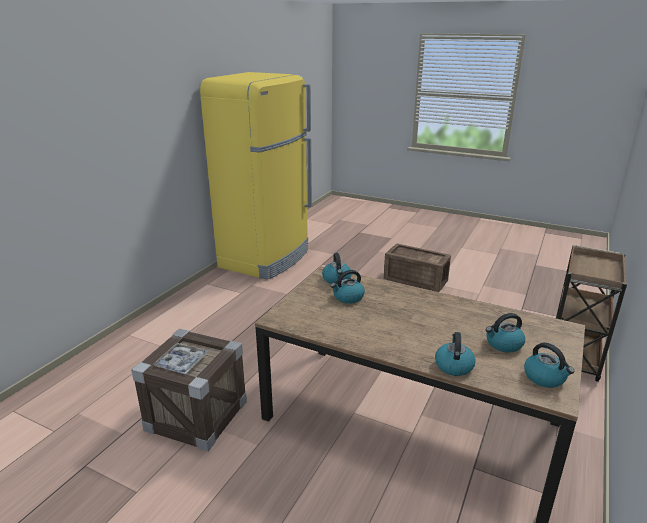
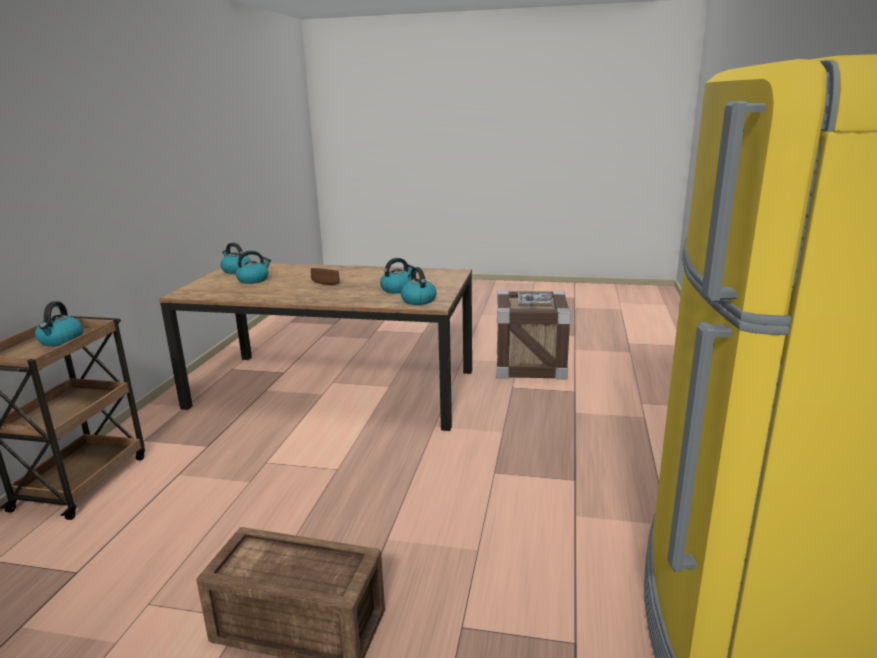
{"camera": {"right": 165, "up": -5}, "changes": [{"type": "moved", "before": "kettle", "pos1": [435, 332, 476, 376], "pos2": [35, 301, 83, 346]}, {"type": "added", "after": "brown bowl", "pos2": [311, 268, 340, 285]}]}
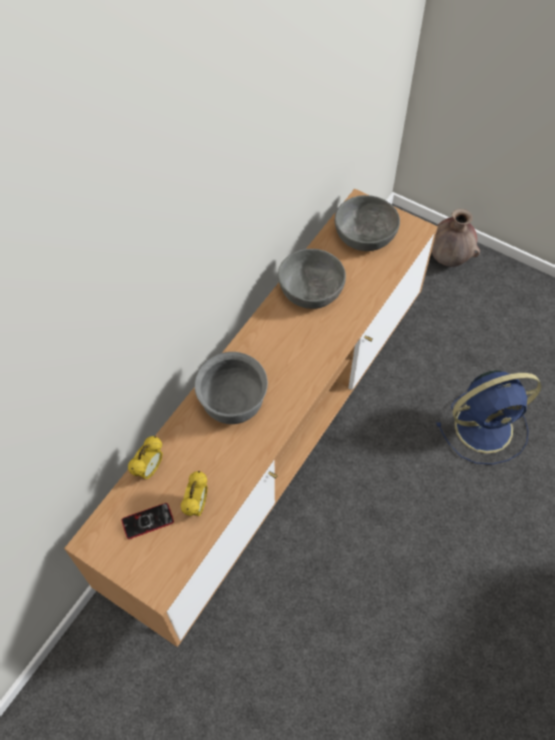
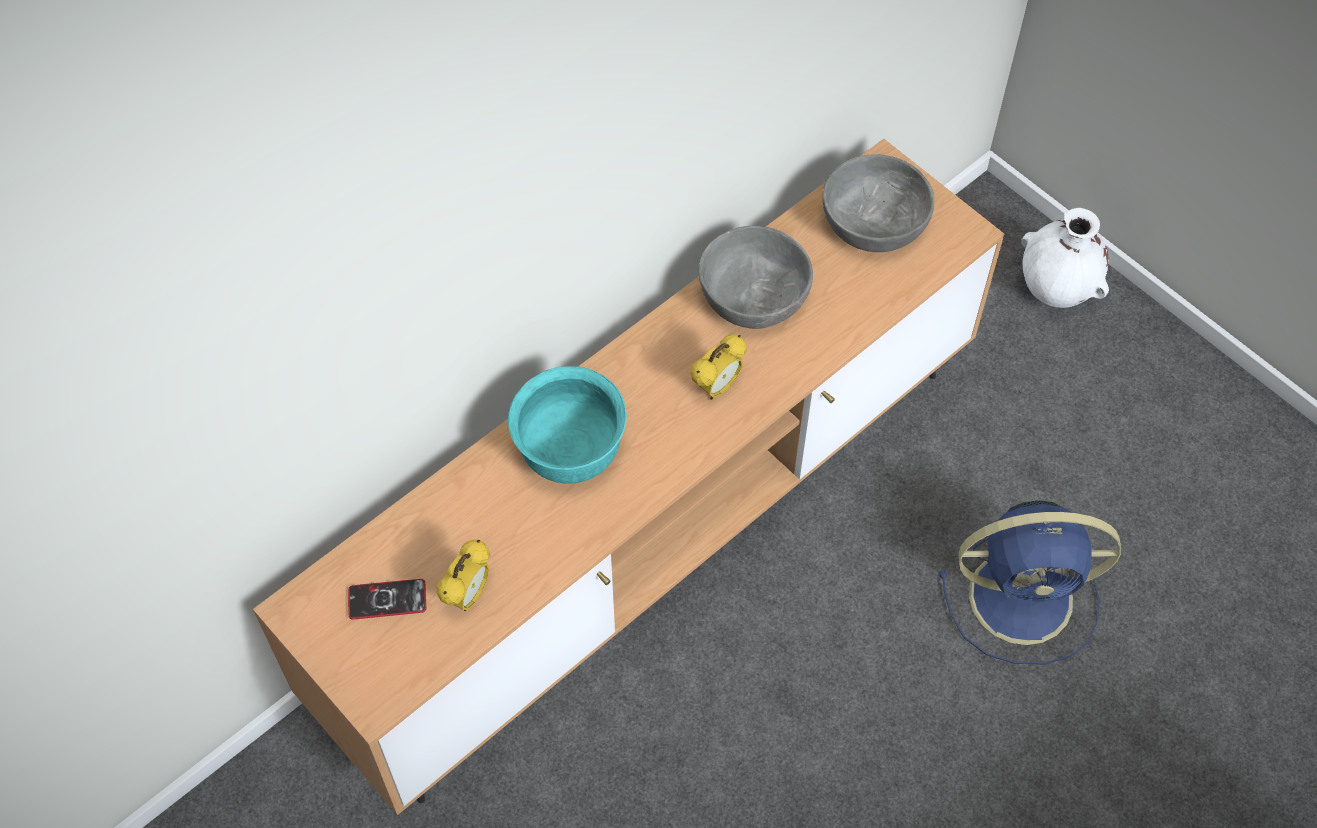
{"camera": {"right": 15, "up": 0}, "changes": [{"type": "moved", "before": "alarm clock", "pos1": [128, 436, 163, 479], "pos2": [690, 334, 747, 400]}, {"type": "recoloured", "before": "grey bowl", "after": "turquoise bowl", "pos1": [194, 352, 268, 424], "pos2": [508, 366, 627, 484]}, {"type": "recoloured", "before": "brown vase", "after": "white vase", "pos1": [431, 209, 480, 267], "pos2": [1021, 208, 1109, 308]}]}
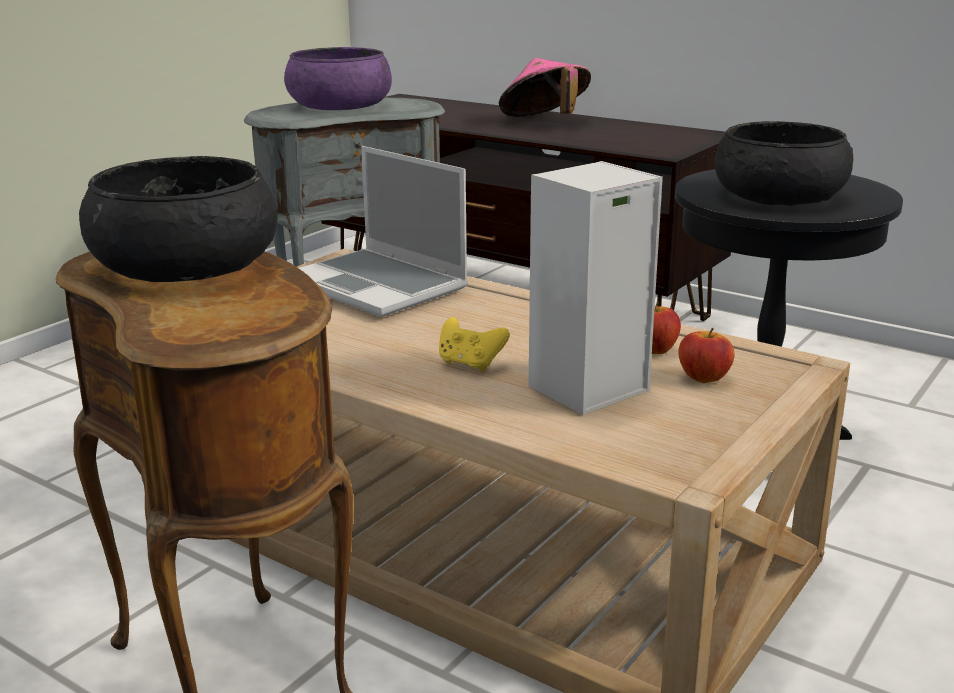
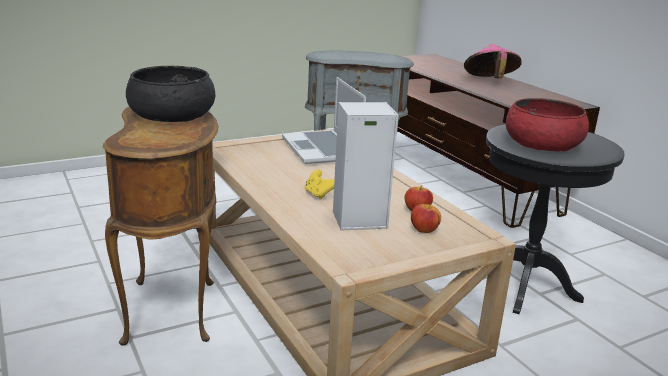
{"camera": {"right": 25, "up": 0}, "changes": [{"type": "removed", "before": "purple bowl", "pos1": [284, 47, 392, 110]}, {"type": "recoloured", "before": "black bowl", "after": "red bowl", "pos1": [715, 121, 853, 206], "pos2": [506, 98, 589, 152]}]}
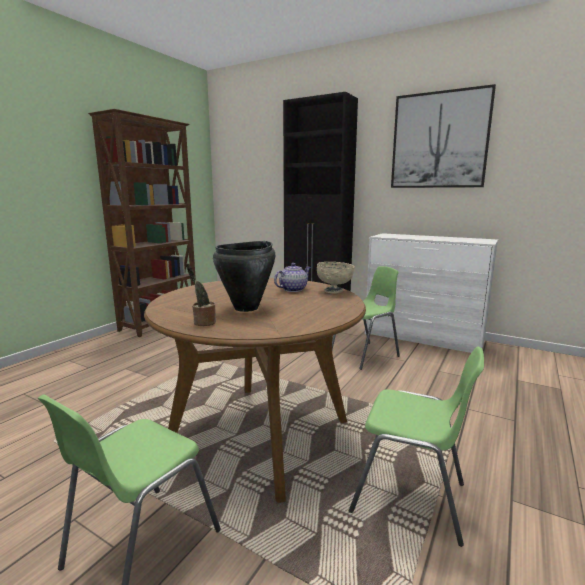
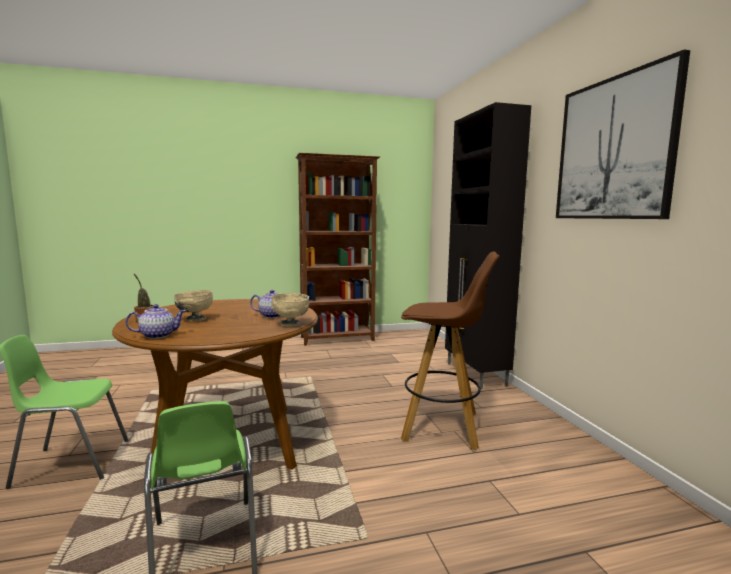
{"camera": {"right": 45, "up": -5}, "changes": [{"type": "replaced", "before": "black cooking pot", "after": "beige bowl", "pos1": [213, 241, 275, 312], "pos2": [174, 290, 213, 322]}, {"type": "replaced", "before": "green chair", "after": "brown stool", "pos1": [332, 266, 400, 370], "pos2": [401, 251, 499, 450]}, {"type": "removed", "before": "white dresser", "pos1": [365, 233, 498, 353]}, {"type": "added", "after": "teapot", "pos2": [126, 304, 186, 339]}]}
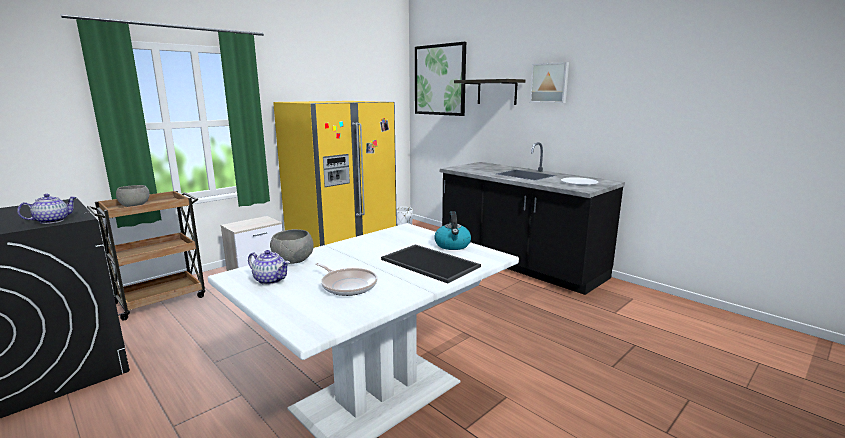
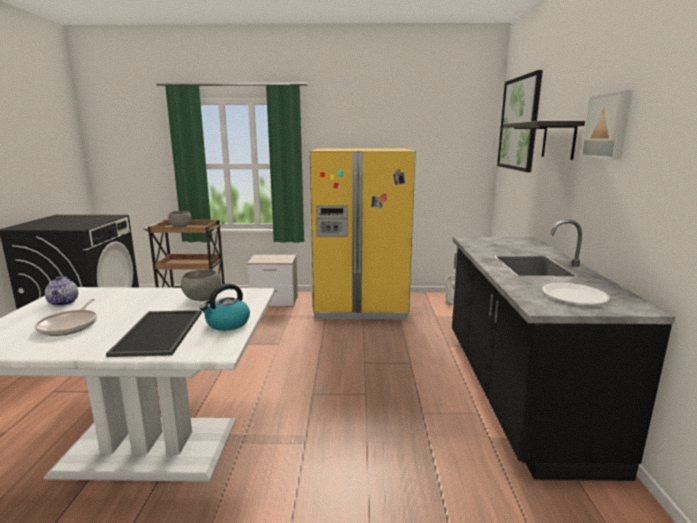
{"camera": {"right": 45, "up": 0}, "changes": [{"type": "removed", "before": "teapot", "pos1": [17, 194, 77, 224]}, {"type": "moved", "before": "grey bowl", "pos1": [270, 229, 314, 264], "pos2": [181, 269, 222, 301]}]}
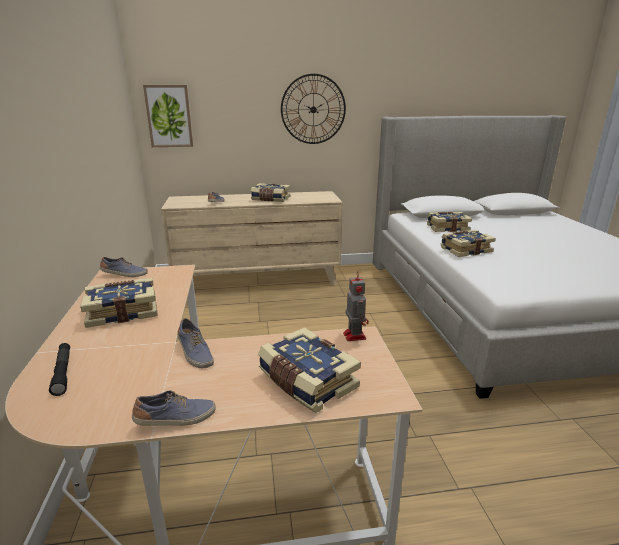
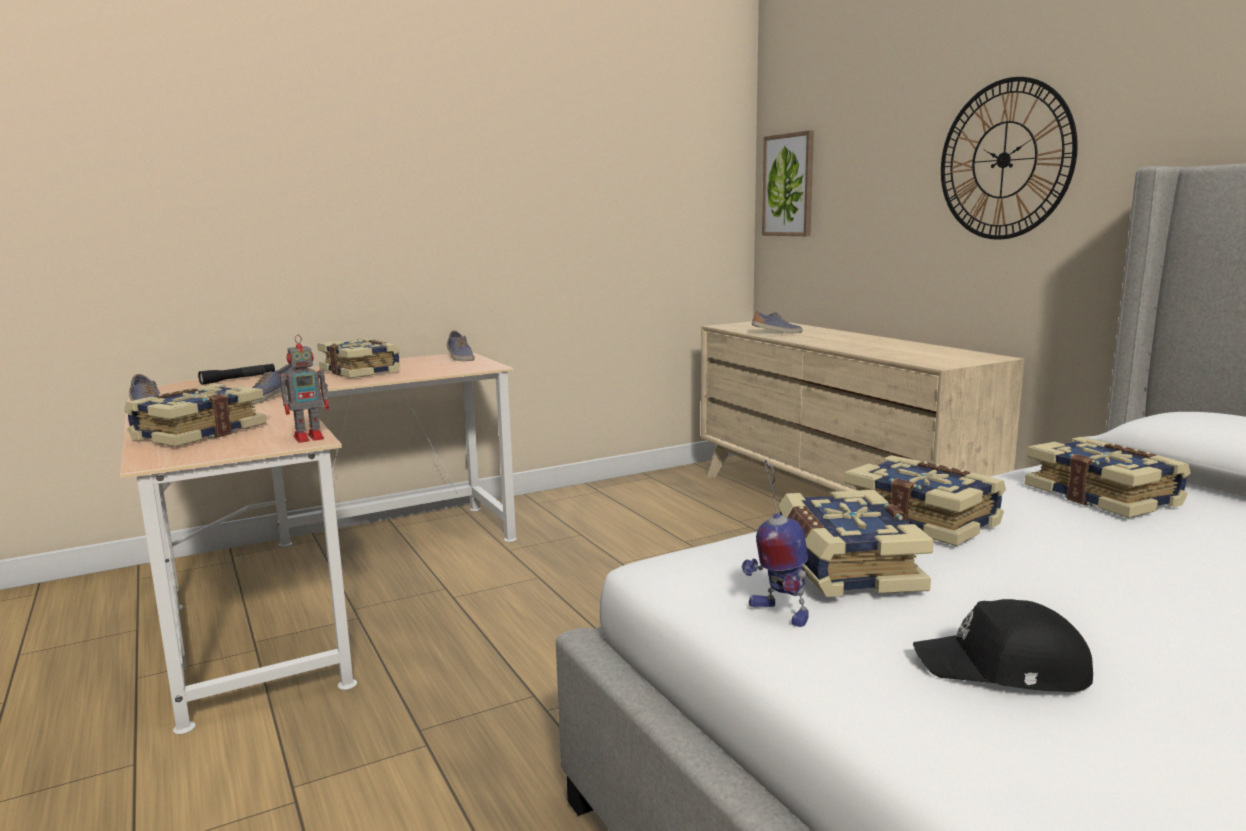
{"camera": {"right": 70, "up": -10}, "changes": [{"type": "moved", "before": "book", "pos1": [251, 183, 290, 202], "pos2": [779, 490, 934, 597]}, {"type": "added", "after": "toy robot", "pos2": [742, 460, 809, 627]}, {"type": "added", "after": "black cap", "pos2": [913, 599, 1093, 692]}]}
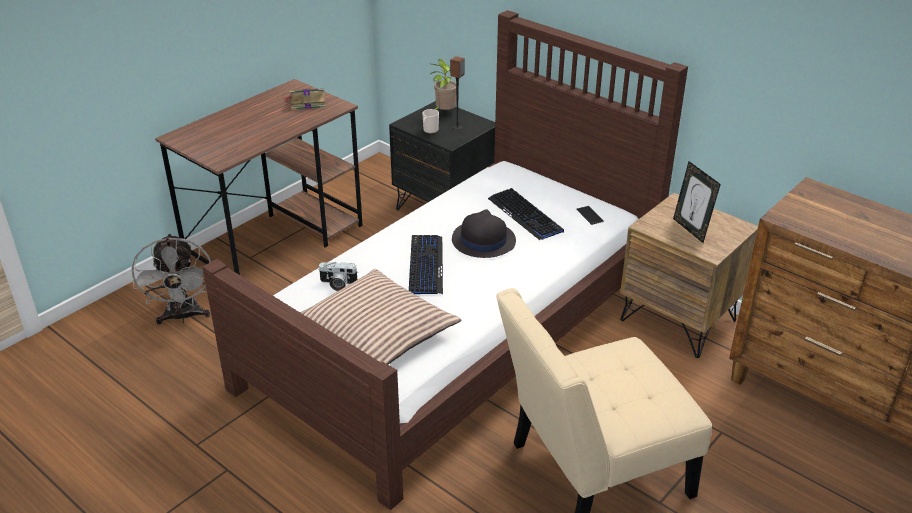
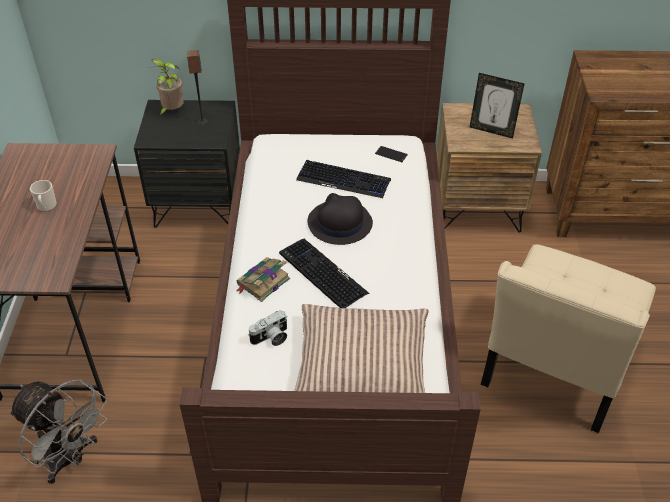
{"camera": {"right": -40, "up": 10}, "changes": [{"type": "moved", "before": "book", "pos1": [284, 88, 325, 110], "pos2": [236, 257, 290, 302]}, {"type": "moved", "before": "mug", "pos1": [422, 109, 439, 133], "pos2": [30, 180, 57, 212]}]}
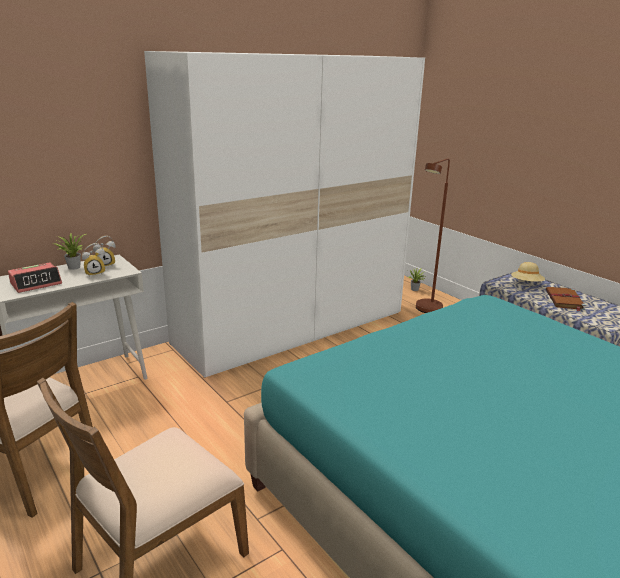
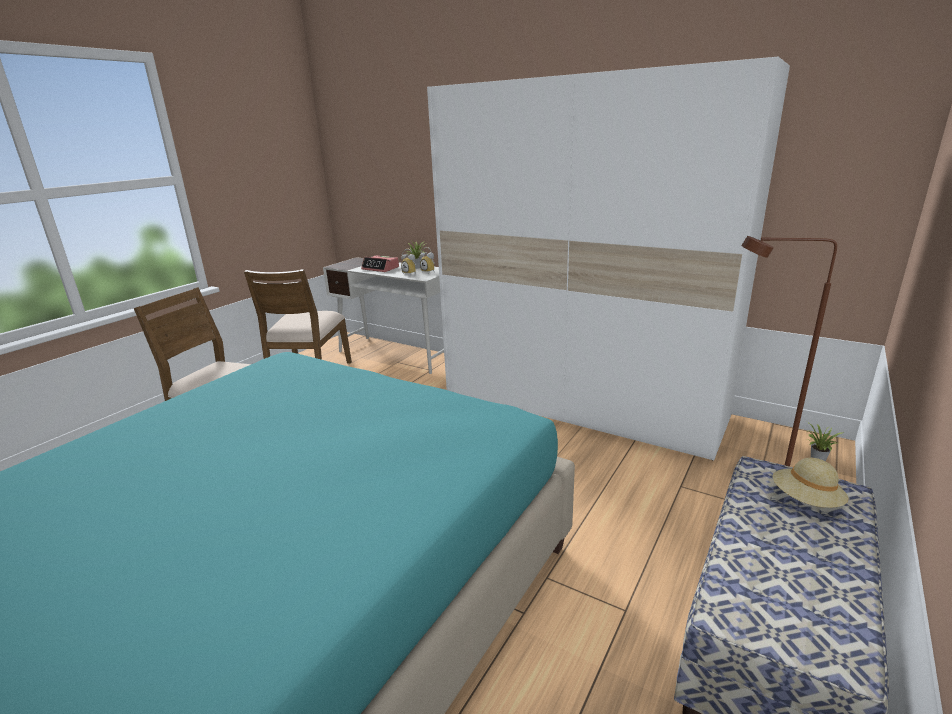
{"camera": {"right": 70, "up": 0}, "changes": [{"type": "removed", "before": "brown book", "pos1": [546, 287, 586, 311]}]}
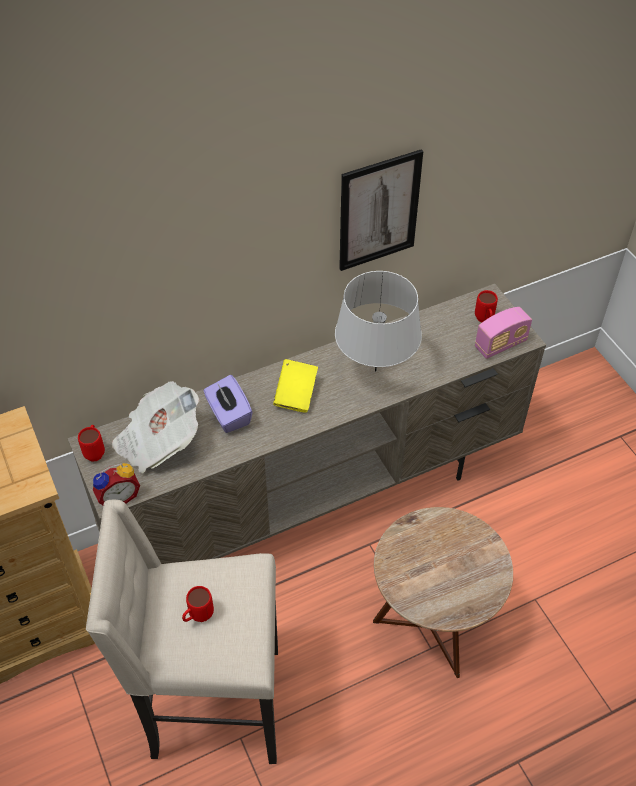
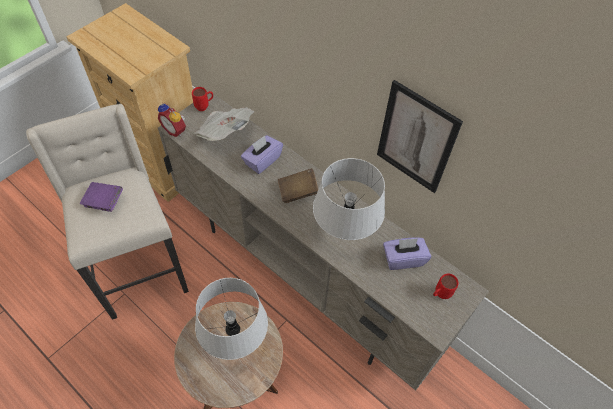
{"camera": {"right": 65, "up": 5}, "changes": [{"type": "replaced", "before": "red mug", "after": "purple book", "pos1": [182, 586, 214, 622], "pos2": [80, 182, 123, 212]}, {"type": "recoloured", "before": "yellow book", "after": "brown book", "pos1": [273, 359, 318, 413], "pos2": [278, 168, 318, 203]}, {"type": "removed", "before": "radio", "pos1": [475, 307, 532, 359]}, {"type": "added", "after": "grey table lamp", "pos2": [195, 278, 268, 360]}, {"type": "added", "after": "purple tissue box", "pos2": [383, 237, 431, 270]}]}
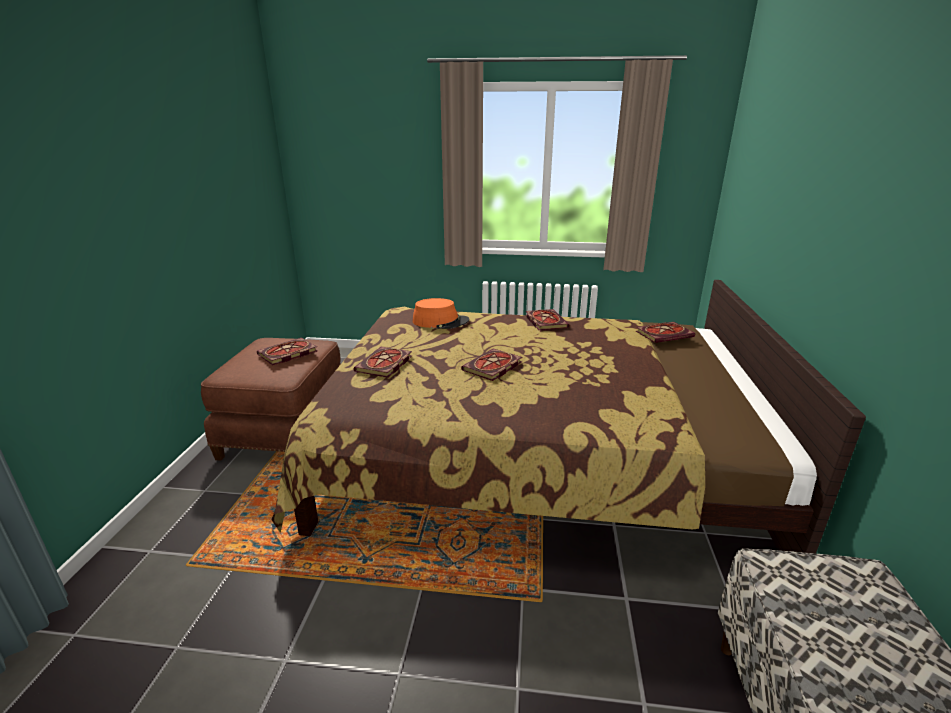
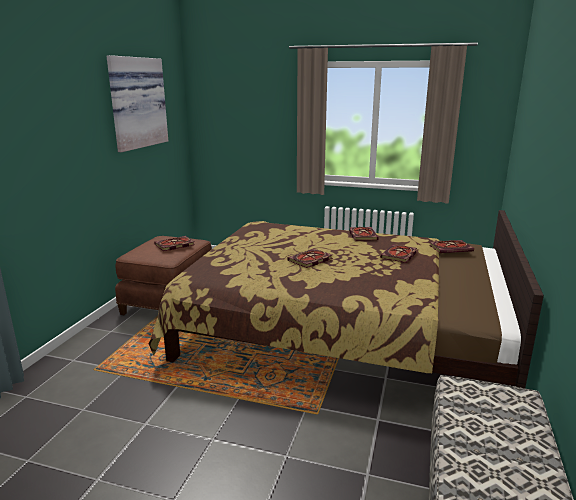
{"camera": {"right": 10, "up": -5}, "changes": [{"type": "moved", "before": "book", "pos1": [353, 347, 412, 378], "pos2": [380, 244, 417, 263]}, {"type": "removed", "before": "orange hat", "pos1": [412, 298, 469, 329]}, {"type": "added", "after": "picture", "pos2": [107, 55, 168, 152]}]}
